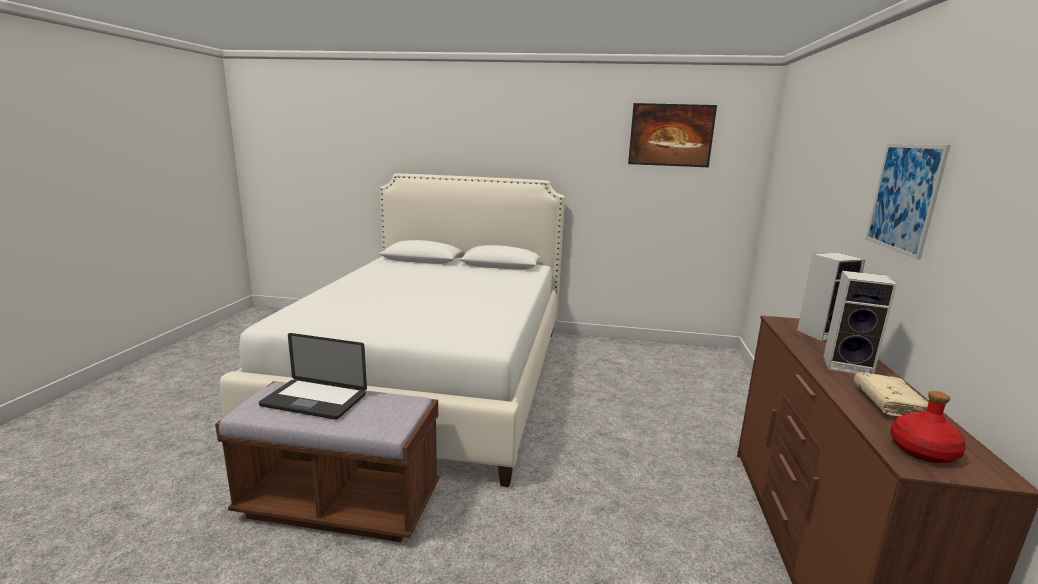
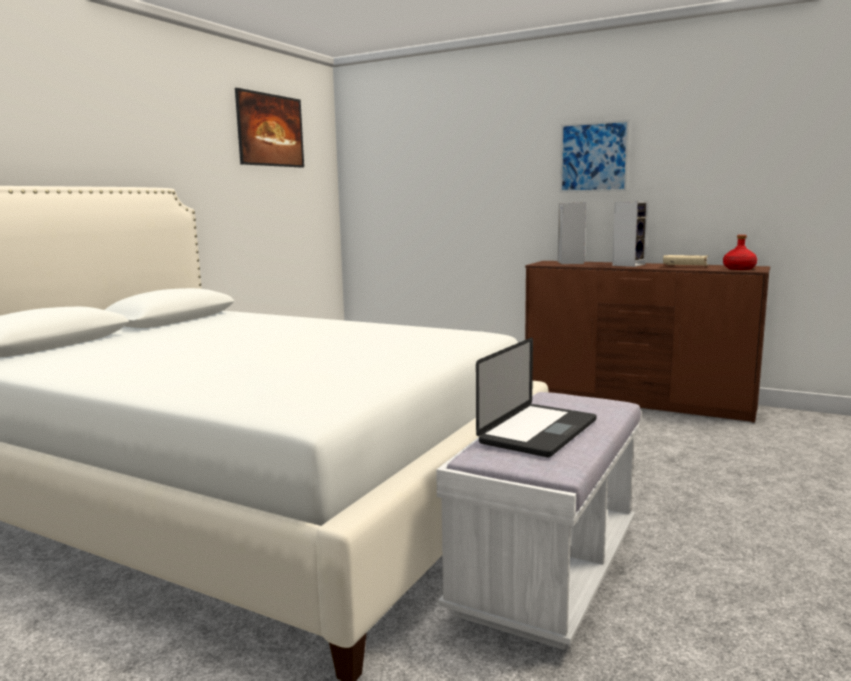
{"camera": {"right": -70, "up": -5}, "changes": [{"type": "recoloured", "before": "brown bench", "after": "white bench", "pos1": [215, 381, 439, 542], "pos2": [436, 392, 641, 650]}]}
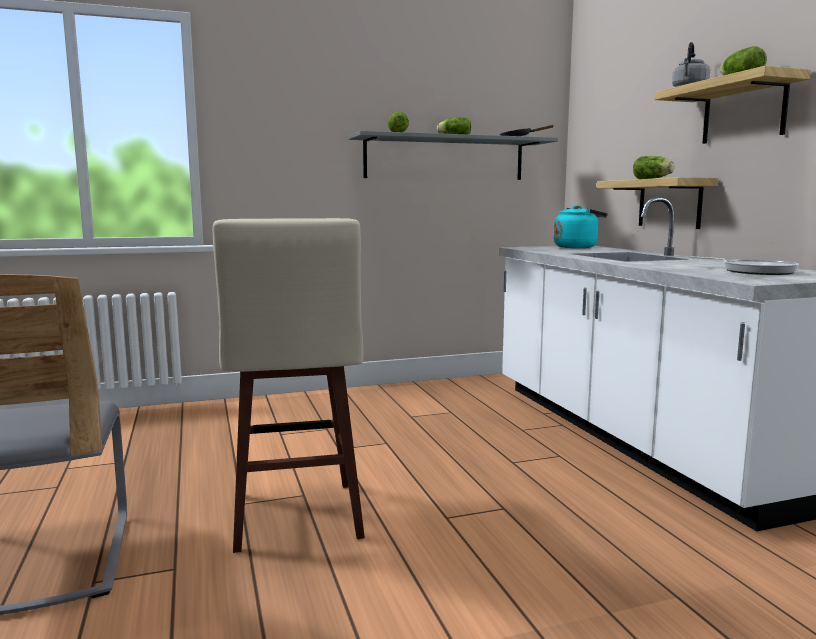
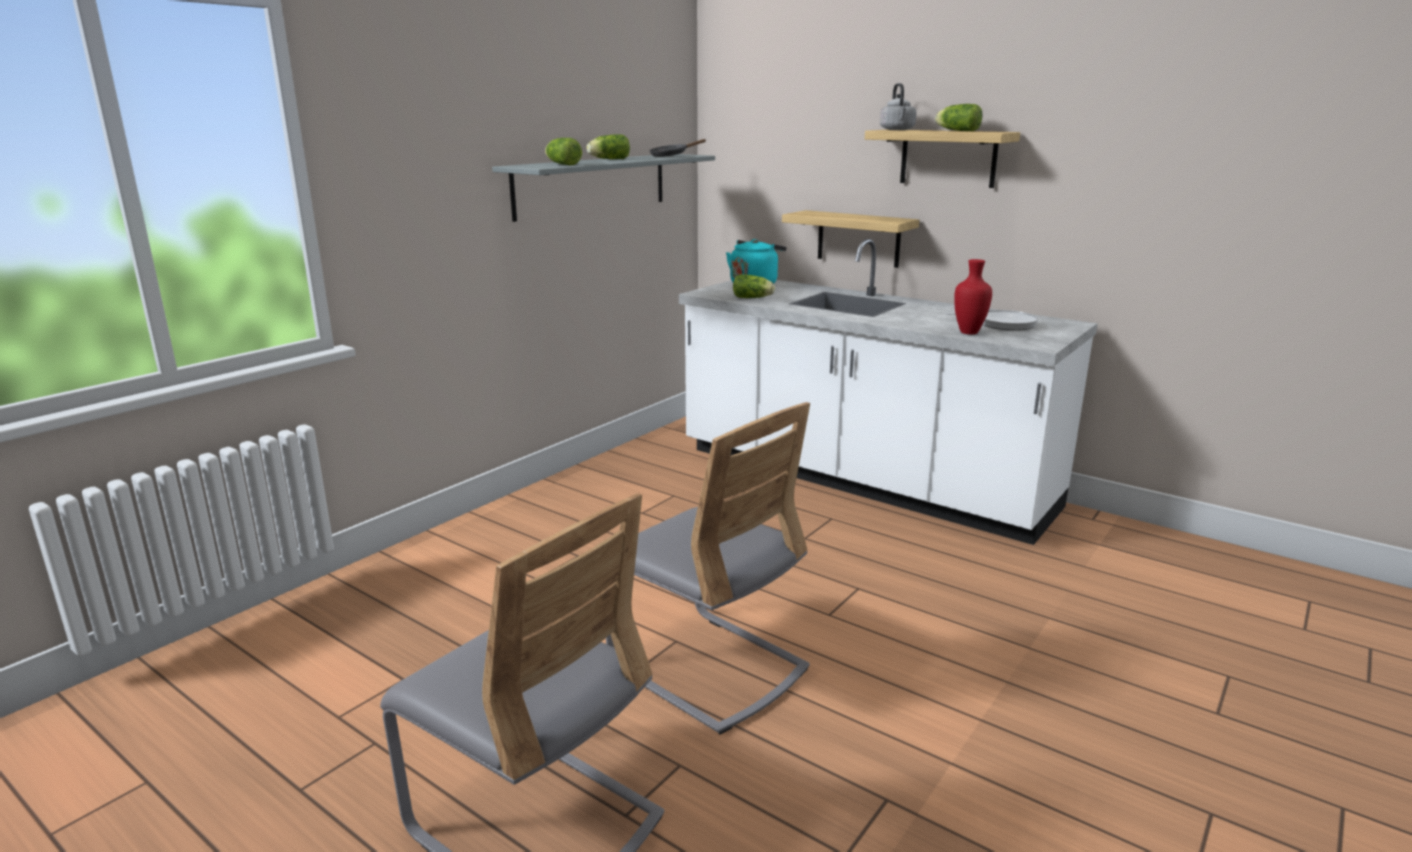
{"camera": {"right": -35, "up": 10}, "changes": [{"type": "replaced", "before": "beige stool", "after": "grey chair", "pos1": [213, 218, 365, 553], "pos2": [606, 402, 810, 735]}, {"type": "moved", "before": "lettuce", "pos1": [633, 156, 675, 179], "pos2": [733, 274, 775, 298]}, {"type": "added", "after": "red vase", "pos2": [954, 259, 992, 335]}]}
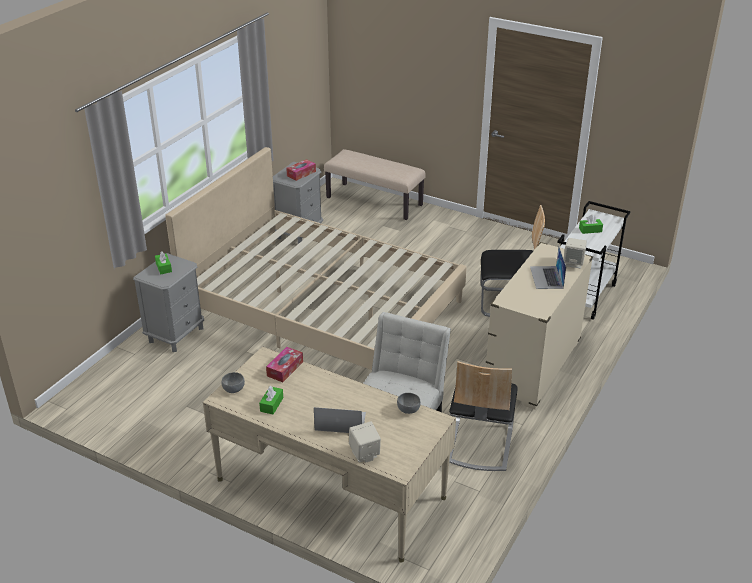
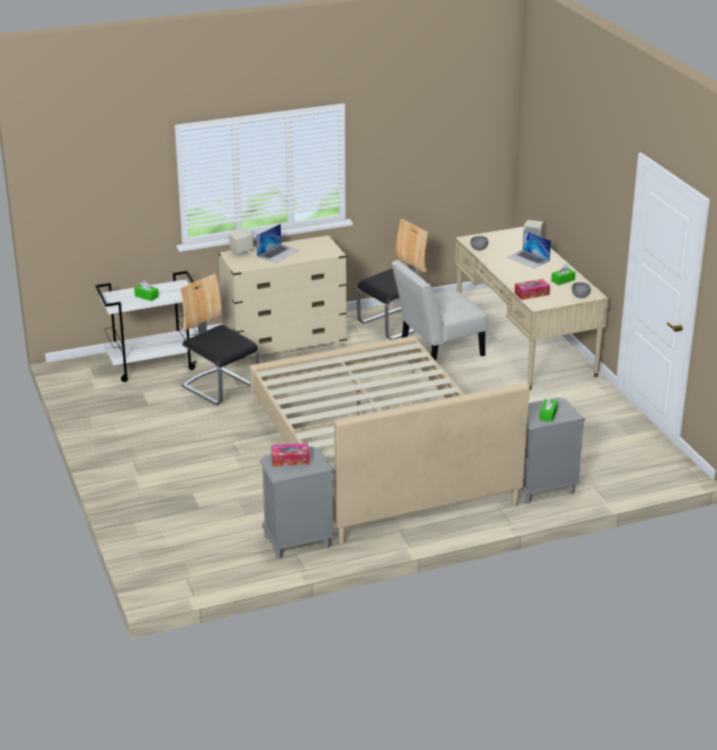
{"camera": {"right": -140, "up": -5}, "changes": [{"type": "removed", "before": "beige bench", "pos1": [324, 149, 426, 220]}]}
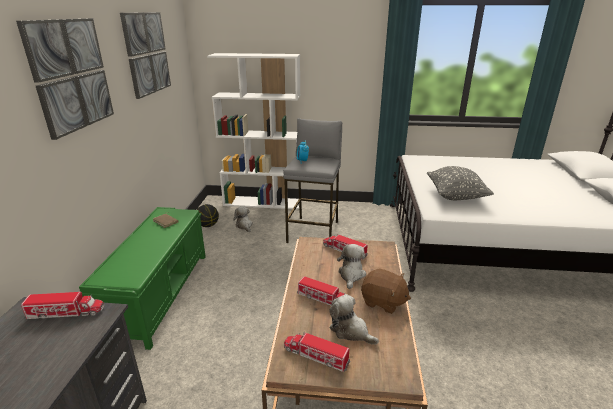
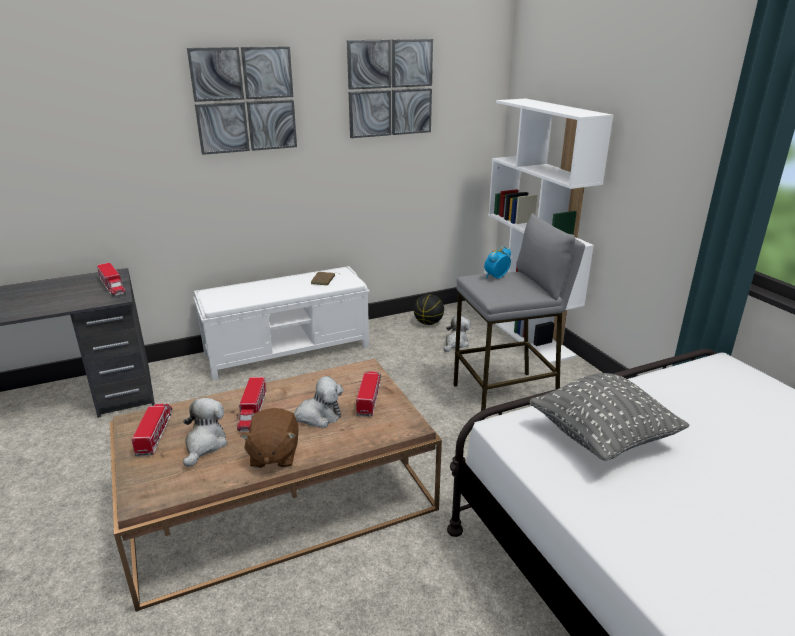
{"camera": {"right": 60, "up": 0}, "changes": [{"type": "recoloured", "before": "green bench", "after": "white bench", "pos1": [79, 207, 206, 350], "pos2": [193, 266, 370, 380]}]}
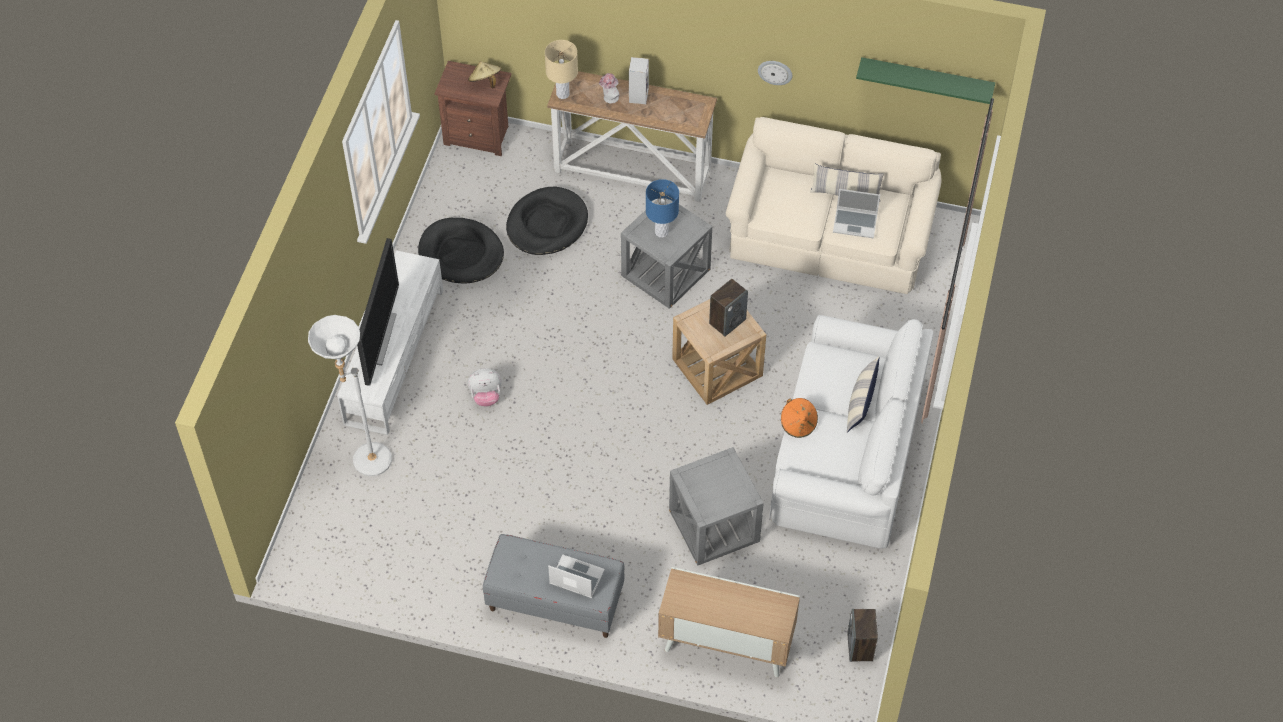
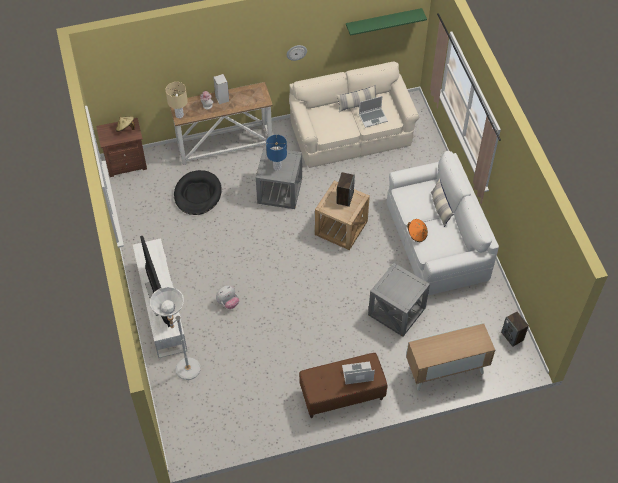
{"camera": {"right": -30, "up": 0}, "changes": [{"type": "removed", "before": "black dog bed", "pos1": [418, 218, 504, 284]}, {"type": "recoloured", "before": "grey bench", "after": "brown bench", "pos1": [483, 534, 624, 638], "pos2": [299, 353, 387, 418]}]}
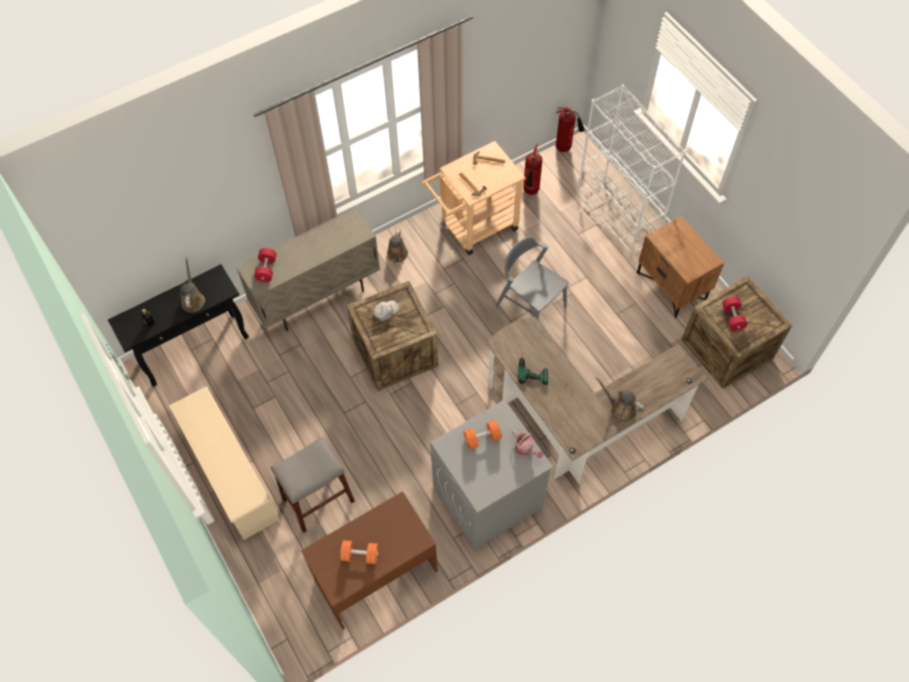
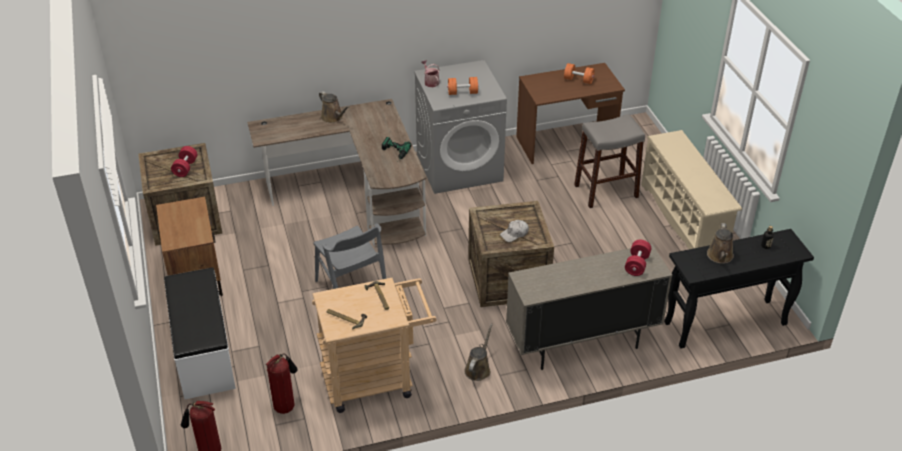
{"camera": {"right": -165, "up": -20}, "changes": [{"type": "replaced", "before": "white bookcase", "after": "white bench", "pos1": [577, 85, 686, 257], "pos2": [164, 267, 236, 399]}]}
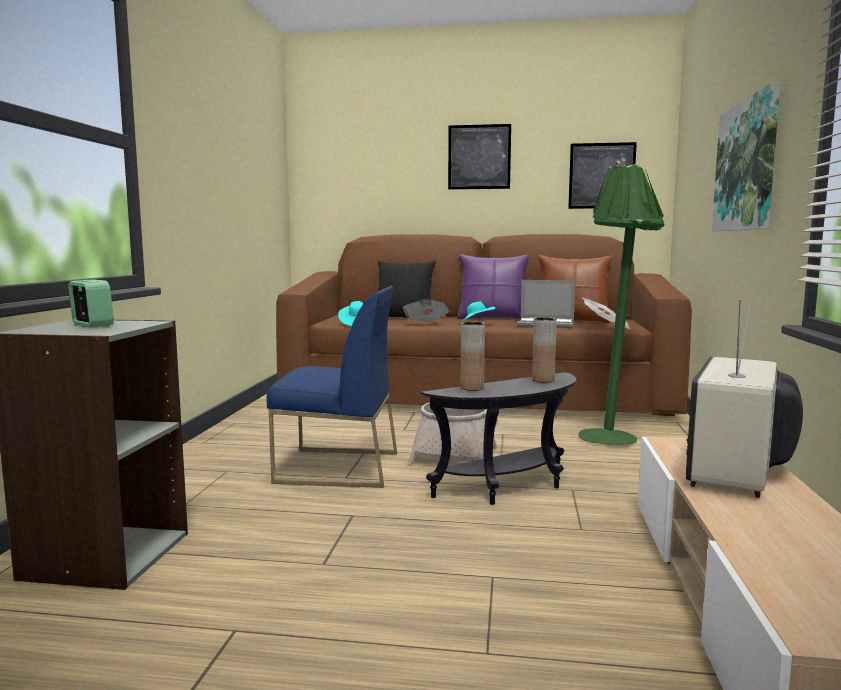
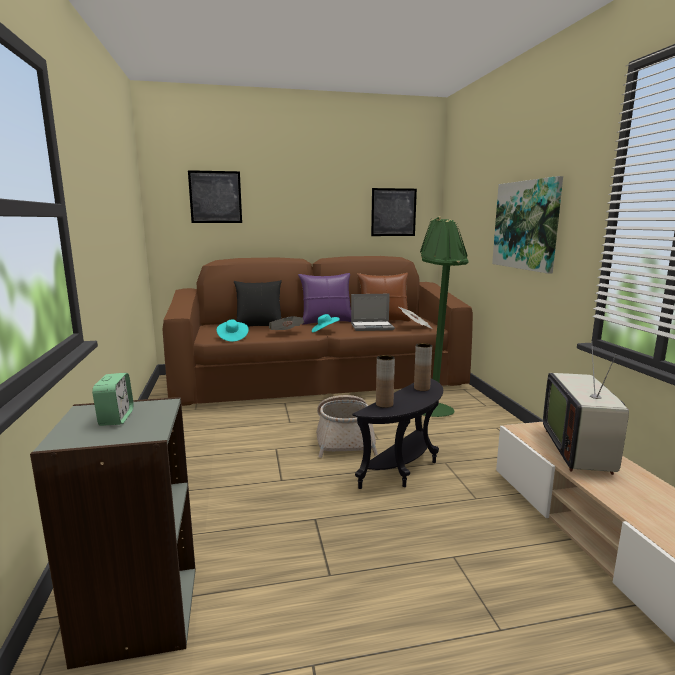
{"camera": {"right": -20, "up": 5}, "changes": [{"type": "turned", "before": "alarm clock", "pos1": [68, 279, 114, 328], "pos2": [92, 373, 134, 426], "turn": 60}, {"type": "removed", "before": "blue chair", "pos1": [267, 286, 397, 488]}, {"type": "moved", "before": "picture", "pos1": [448, 124, 511, 189], "pos2": [188, 170, 242, 223]}]}
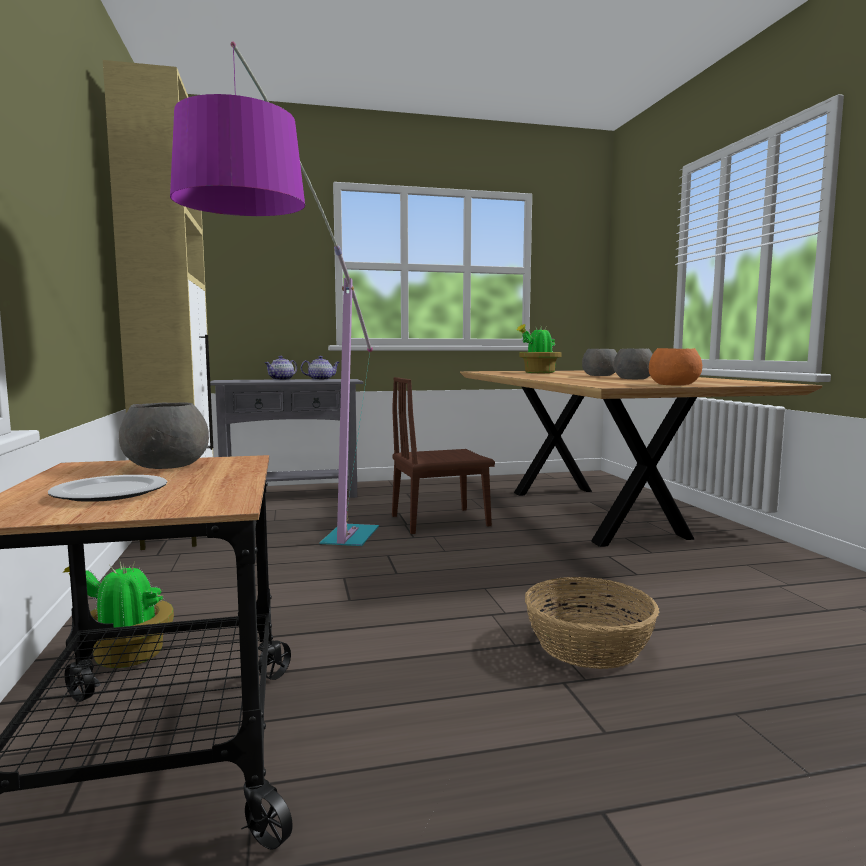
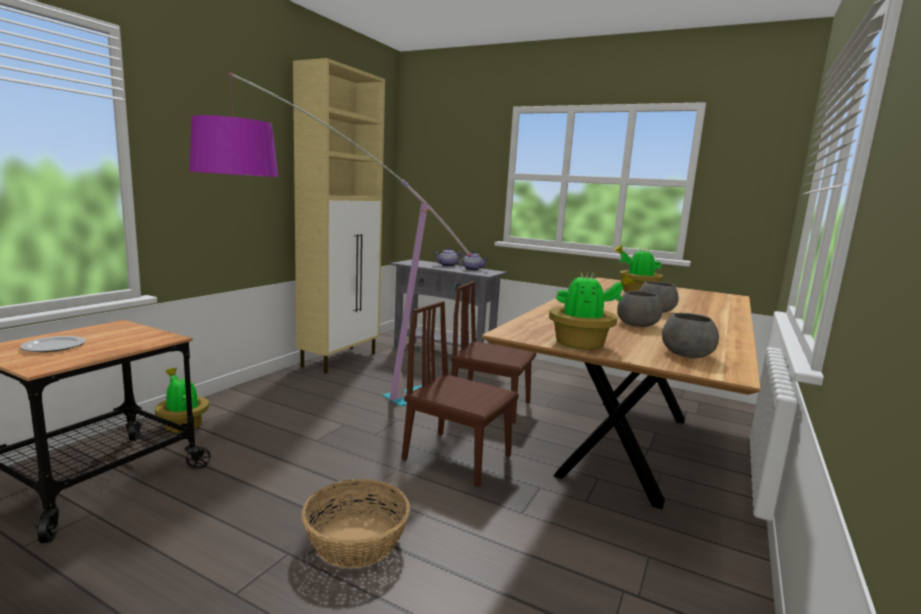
{"camera": {"right": 40, "up": 5}, "changes": [{"type": "moved", "before": "grey bowl", "pos1": [119, 403, 209, 469], "pos2": [662, 313, 719, 358]}, {"type": "replaced", "before": "orange bowl", "after": "potted plant", "pos1": [649, 348, 702, 385], "pos2": [549, 270, 635, 350]}, {"type": "added", "after": "brown chair", "pos2": [402, 301, 519, 487]}]}
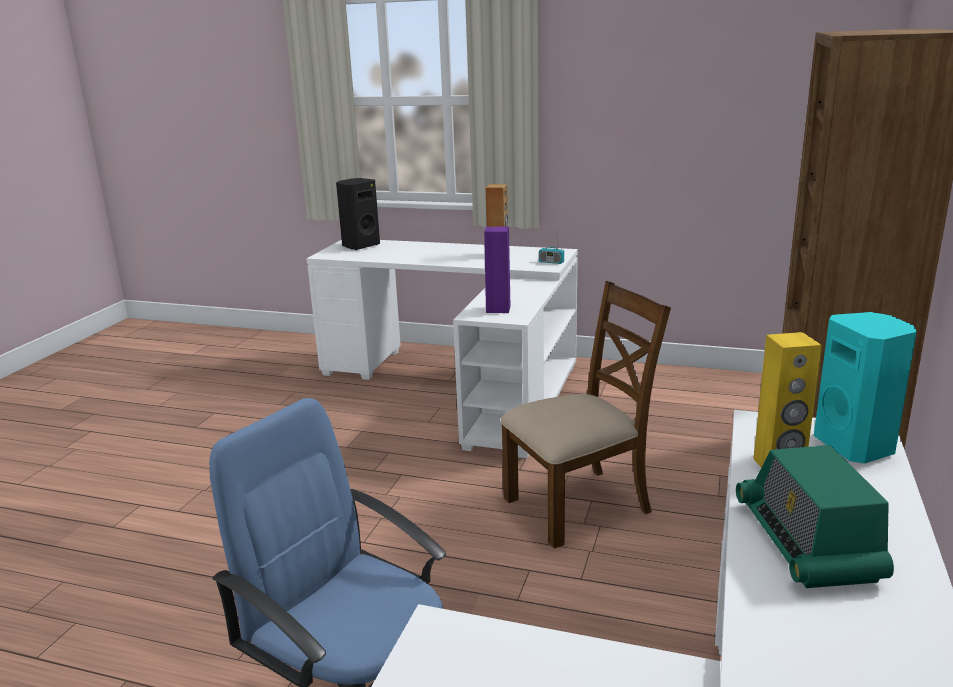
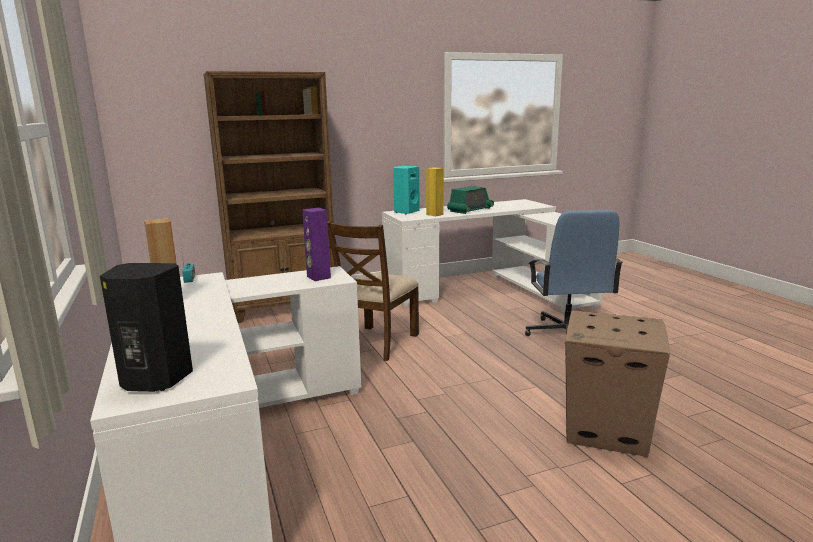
{"camera": {"right": -130, "up": -5}, "changes": [{"type": "turned", "before": "brown chair", "pos1": [500, 281, 671, 548], "pos2": [327, 221, 419, 361], "turn": -90}, {"type": "added", "after": "cardboard box", "pos2": [565, 310, 670, 457]}]}
